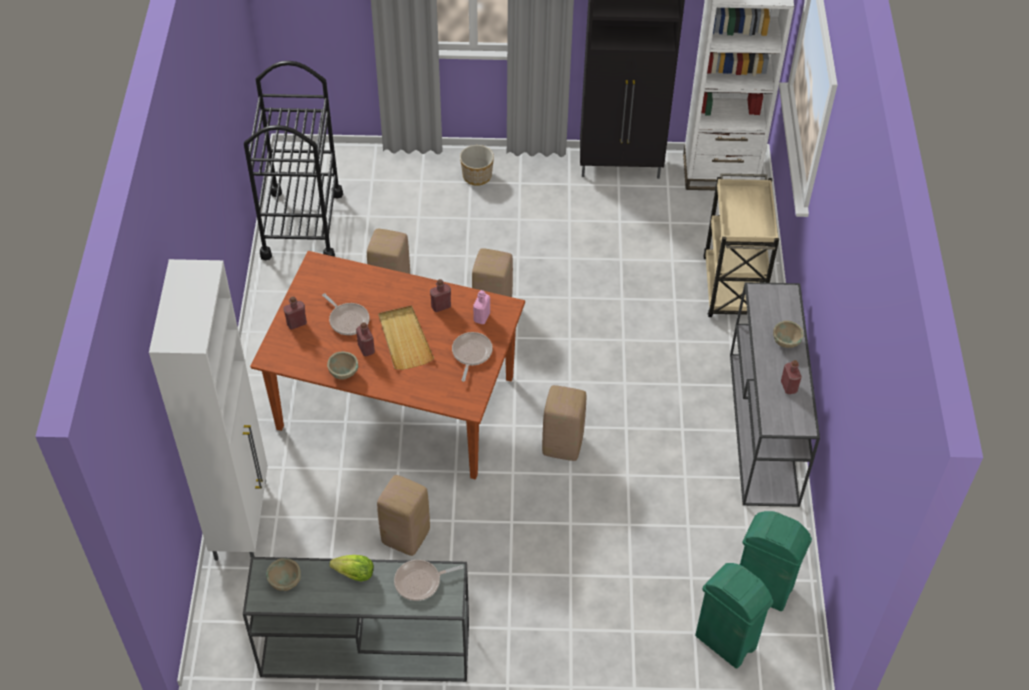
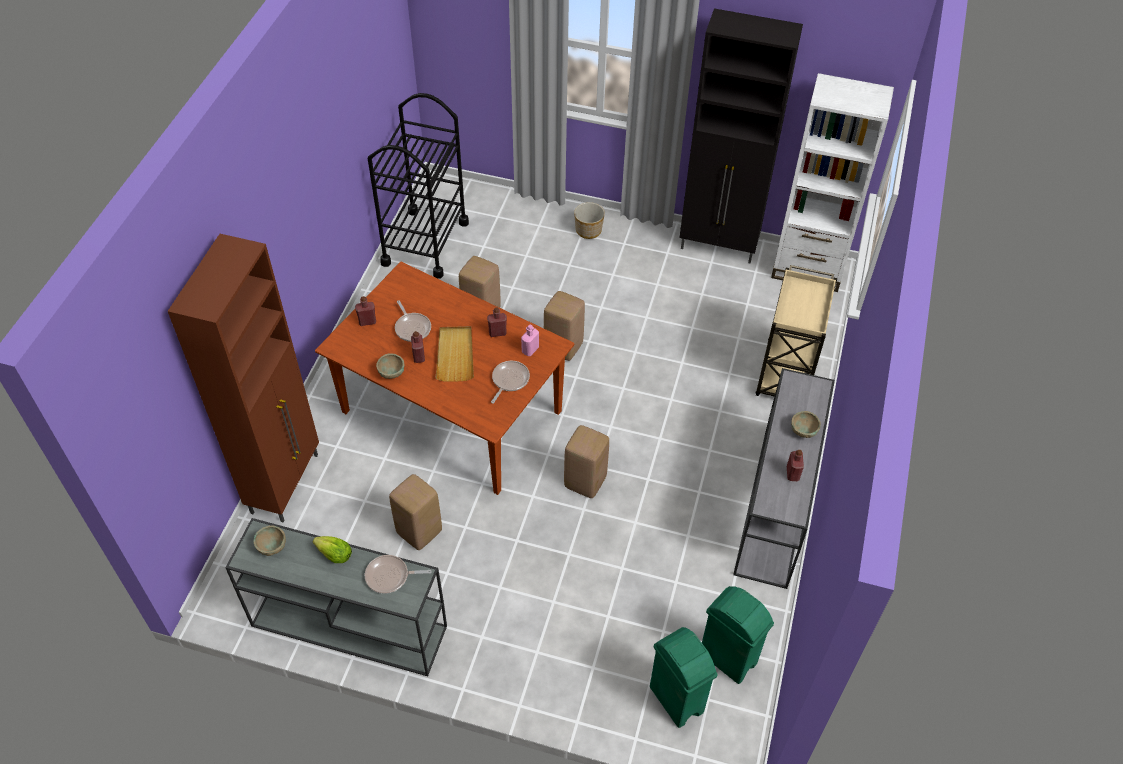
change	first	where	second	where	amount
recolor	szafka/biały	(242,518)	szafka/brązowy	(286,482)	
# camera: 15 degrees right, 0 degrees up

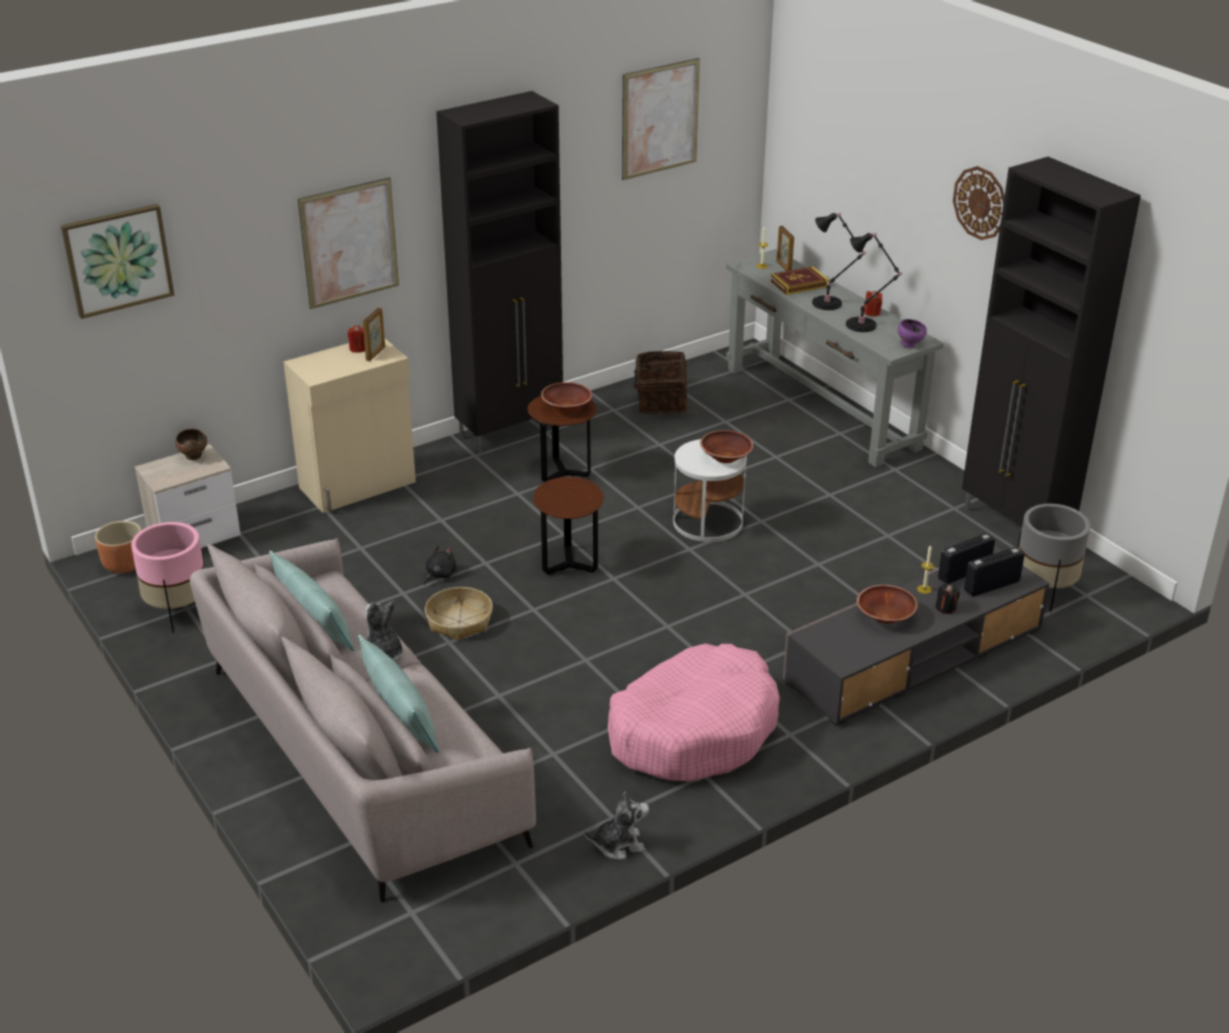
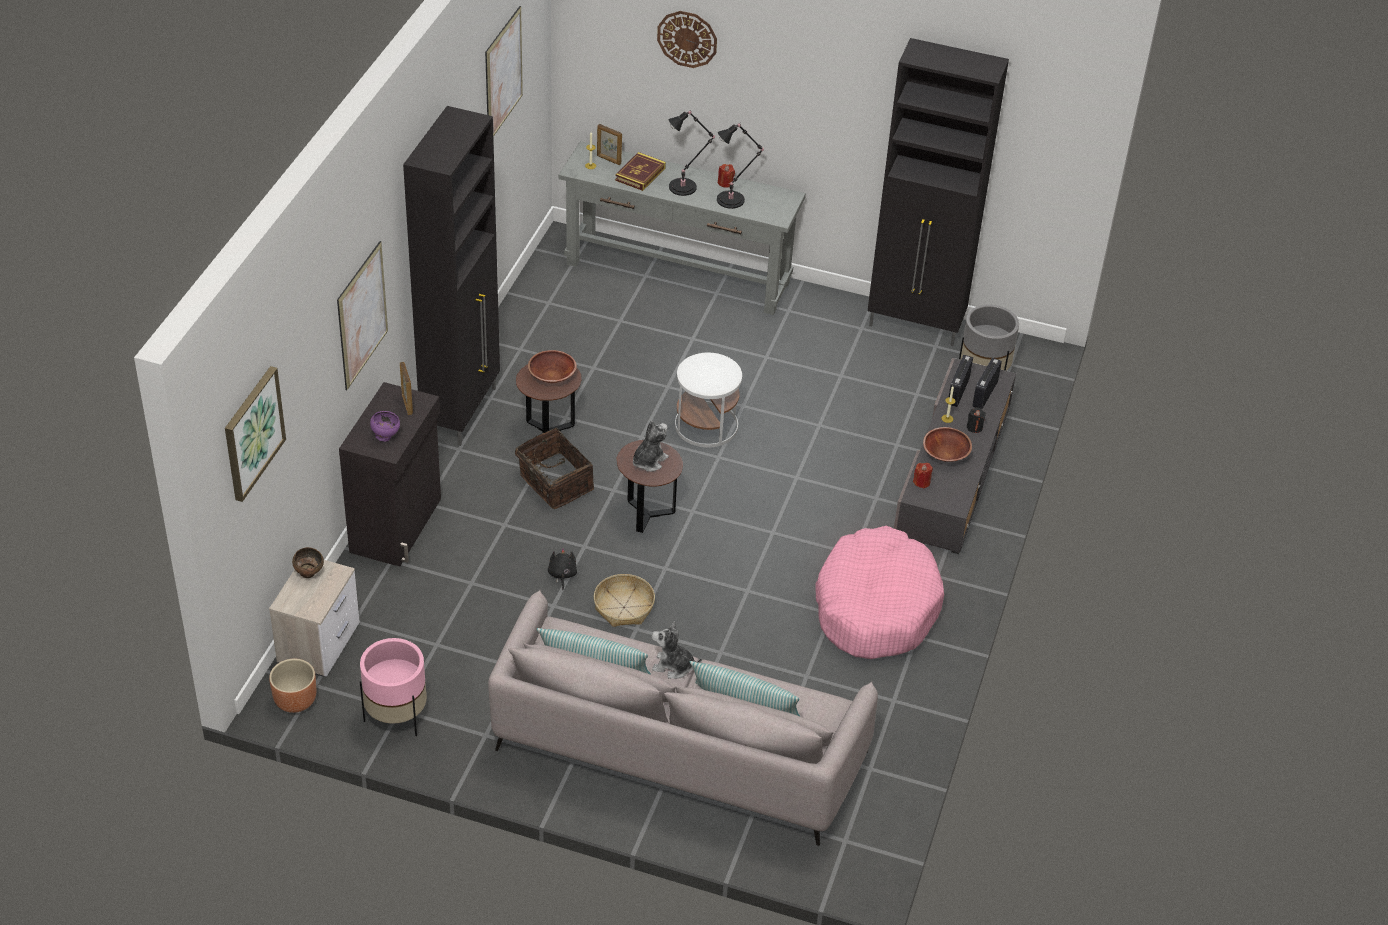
change	first	where	second	where	amount
delete	miska/brązowy	(725,457)			
move	świeca/czerwony	(358,348)		(921,482)	
move	pluszak	(618,844)		(649,461)	
move	koszyk	(660,400)		(554,483)	
move	miska/fioletowy	(910,345)		(385,436)	
move	zegar ścienny	(980,203)		(687,38)	
recolor	szafka/beżowy	(359,485)	szafka/czarny	(397,525)	
# camera: 40 degrees left, 10 degrees up

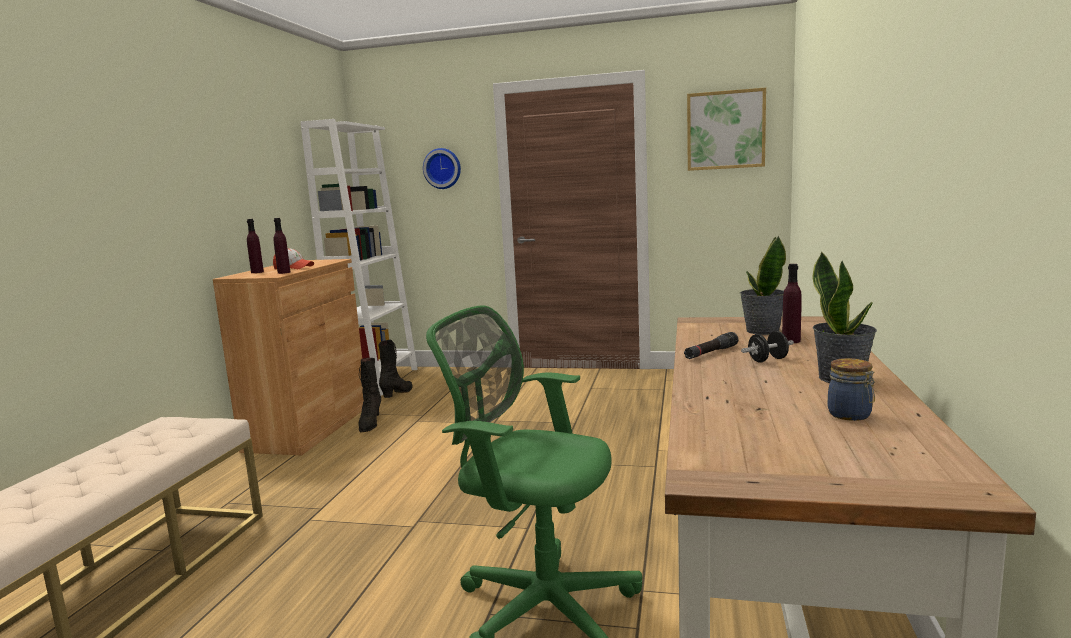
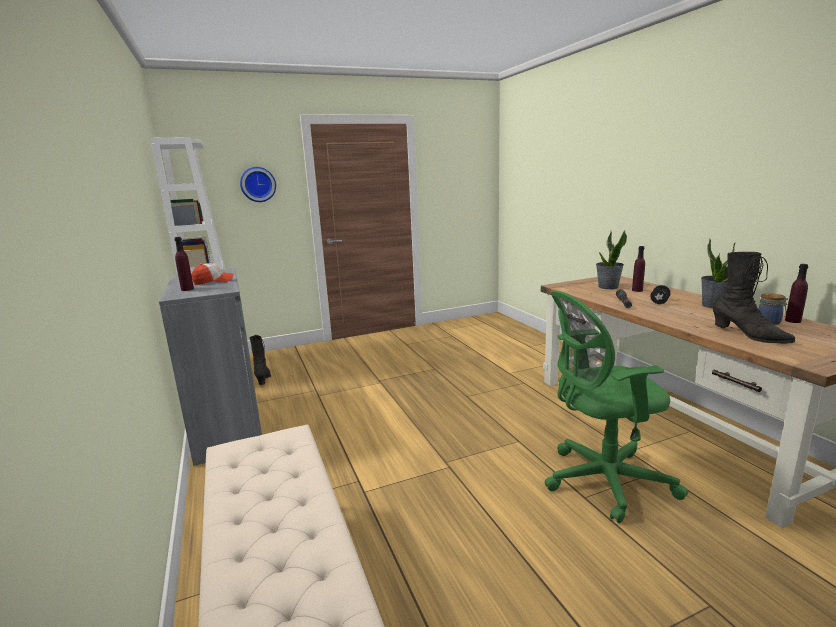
change	first	where	second	where	amount
delete	obraz	(725,130)			
move	butelka/fioletowy	(284,272)		(793,321)	
move	but z cholewką/czarny	(370,424)		(749,335)	
recolor	szafka/brązowy	(308,428)	szafka/szary	(228,426)	
# camera: 35 degrees left, 5 degrees up

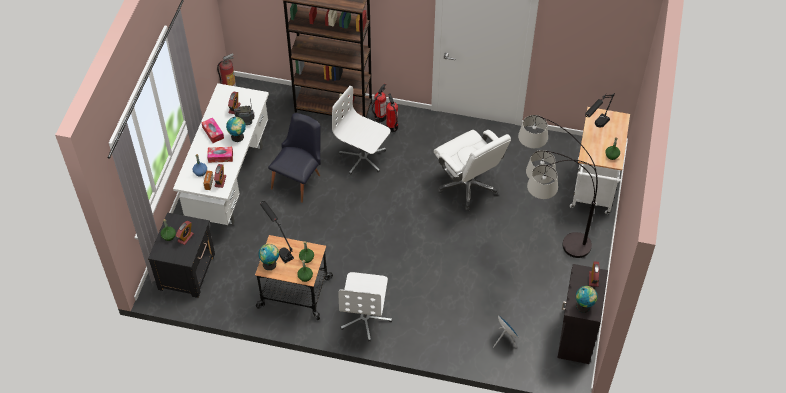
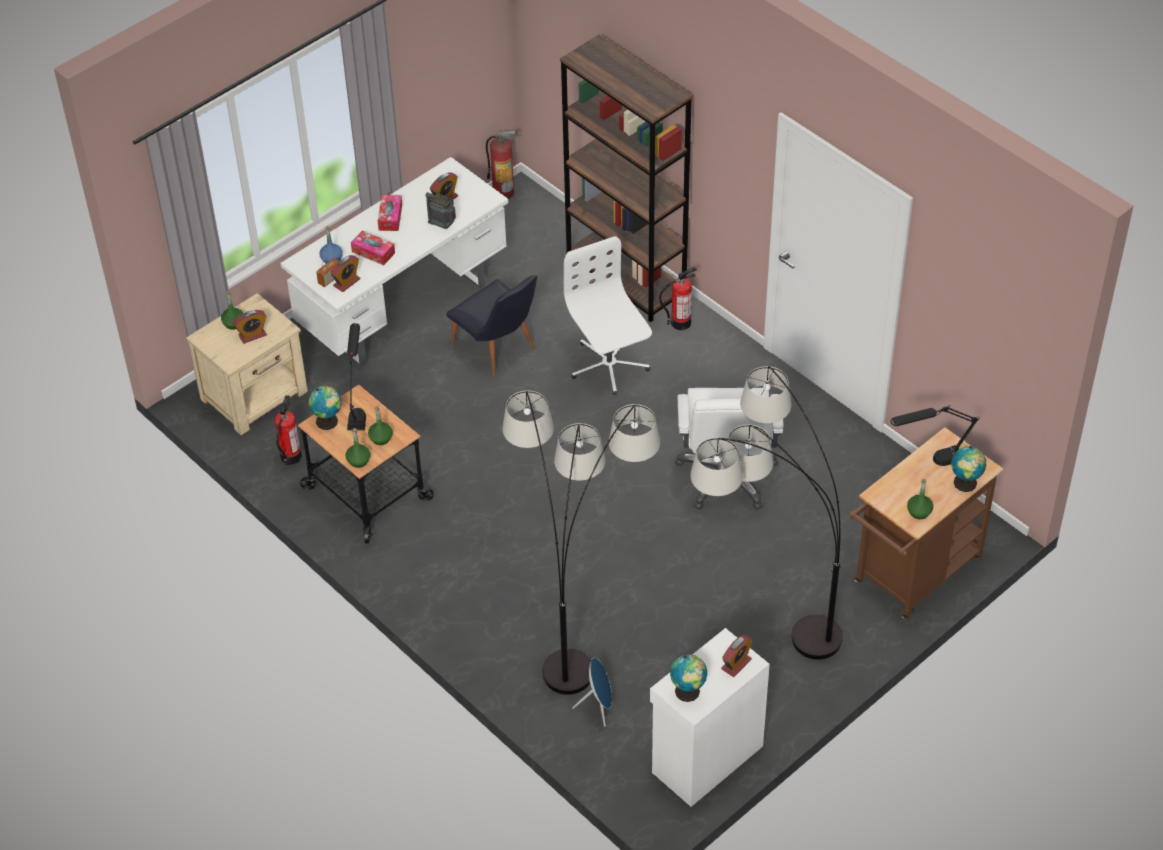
change	first	where	second	where	amount
delete	krzesło biurowe/biały	(365,318)			
insert			lampa stojąca	(579,623)	
move	globus	(238,137)		(965,484)	
move	gaśnica	(392,127)		(290,456)	
recolor	szafka nocna/czarny	(187,271)	szafka nocna/beżowy	(256,395)	
recolor	szafka/czarny	(575,335)	szafka/biały	(705,758)	
recolor	wózek/biały	(593,190)	wózek/brązowy	(912,576)	
rotate	krzesło/czarny	(299,179)		(498,351)	75 degrees clockwise
# camera: 35 degrees right, 5 degrees down

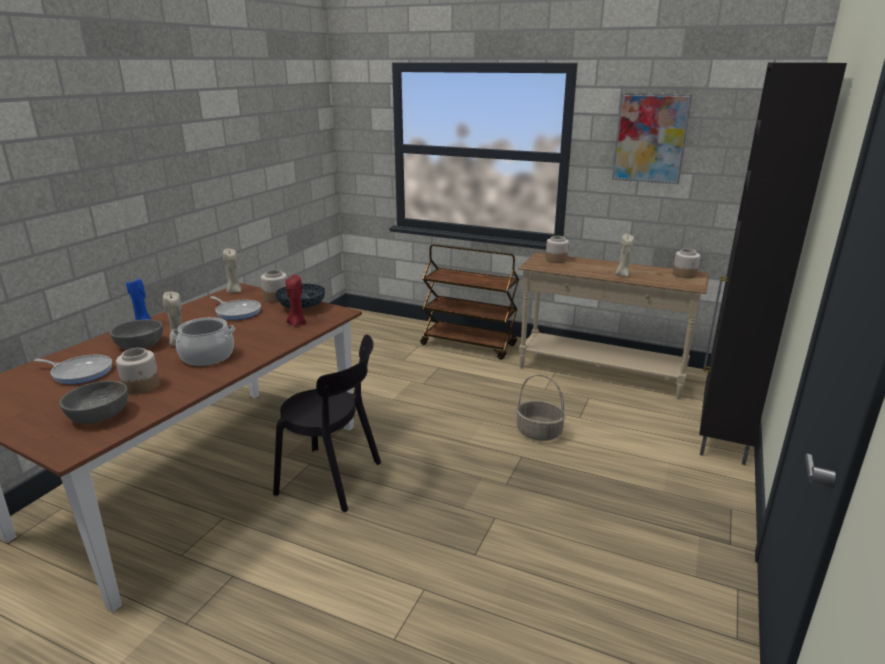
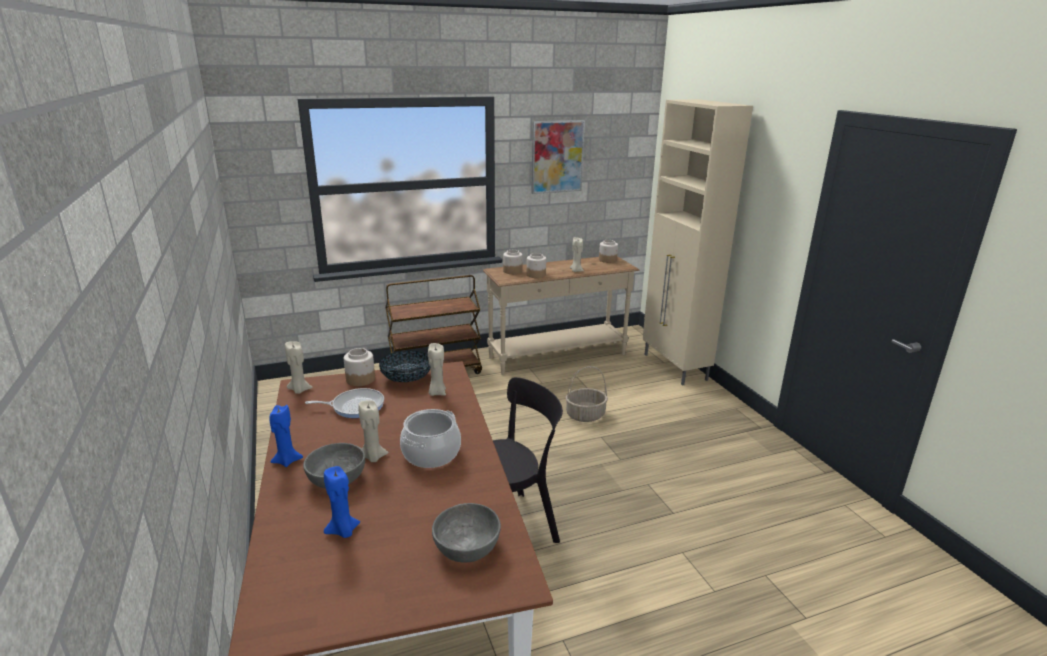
change	first	where	second	where	amount
move	słoik	(141,386)		(536,275)	
replace	patelnia	(80,372)	świeca/niebieski	(343,531)	
recolor	świeca/czerwony	(297,323)	świeca/beżowy	(437,393)	
recolor	szafka/czarny	(722,435)	szafka/beżowy	(675,367)	
# camera: 45 degrees left, 0 degrees up

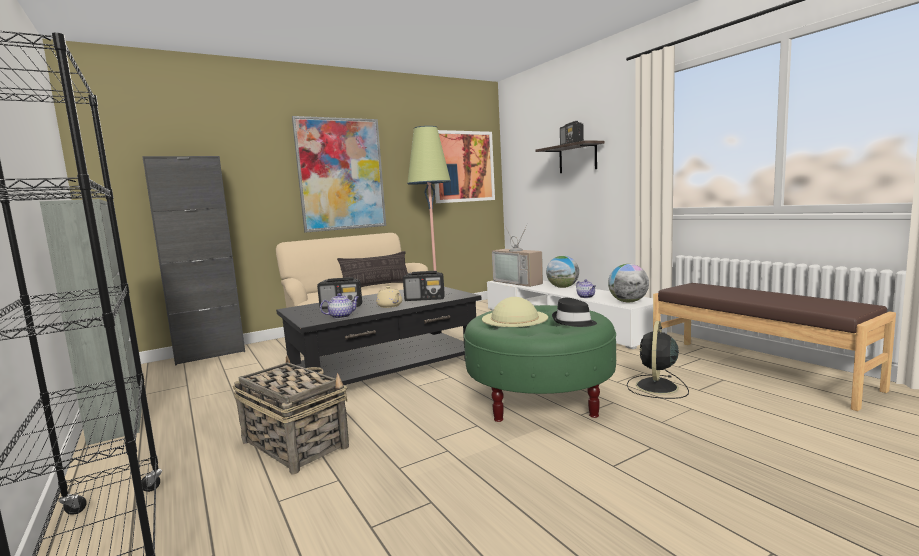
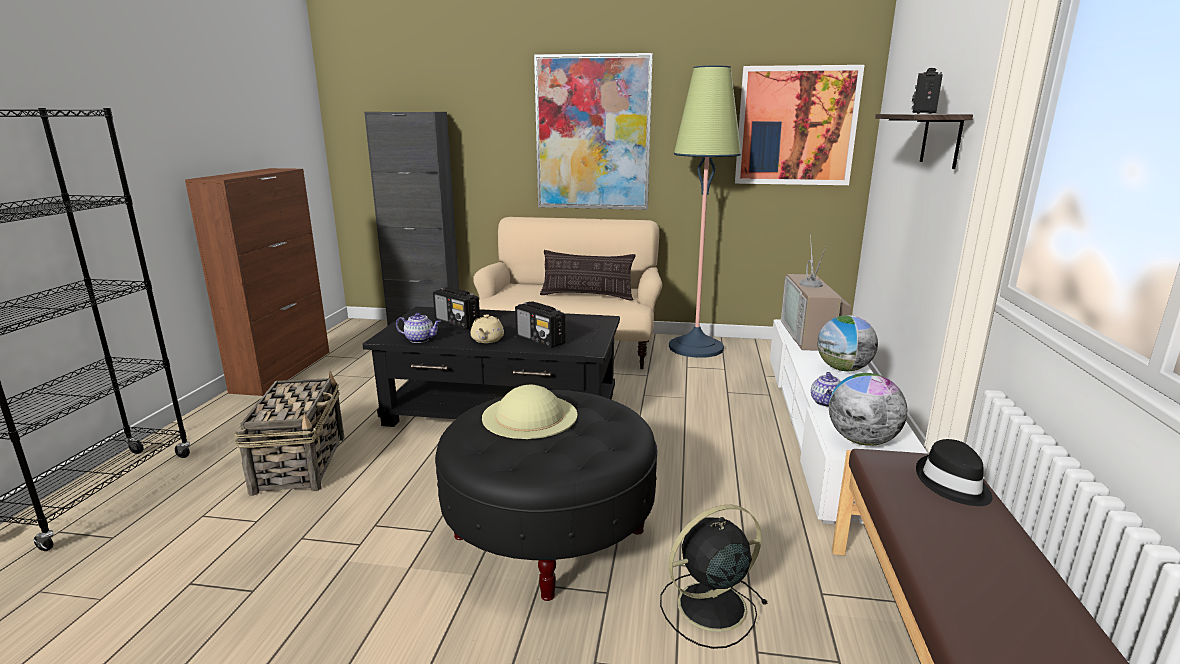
change	first	where	second	where	amount
move	kapelusz/czarny	(573,322)		(952,484)	
recolor	szafka/szary	(119,414)	szafka/brązowy	(283,371)	
recolor	pufa/zielony	(540,398)	pufa/czarny	(549,534)	
# camera: 40 degrees right, 10 degrees up

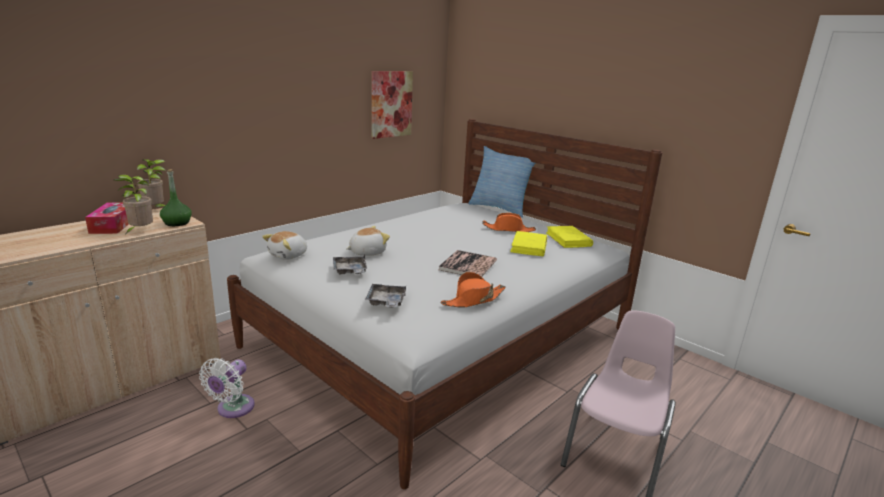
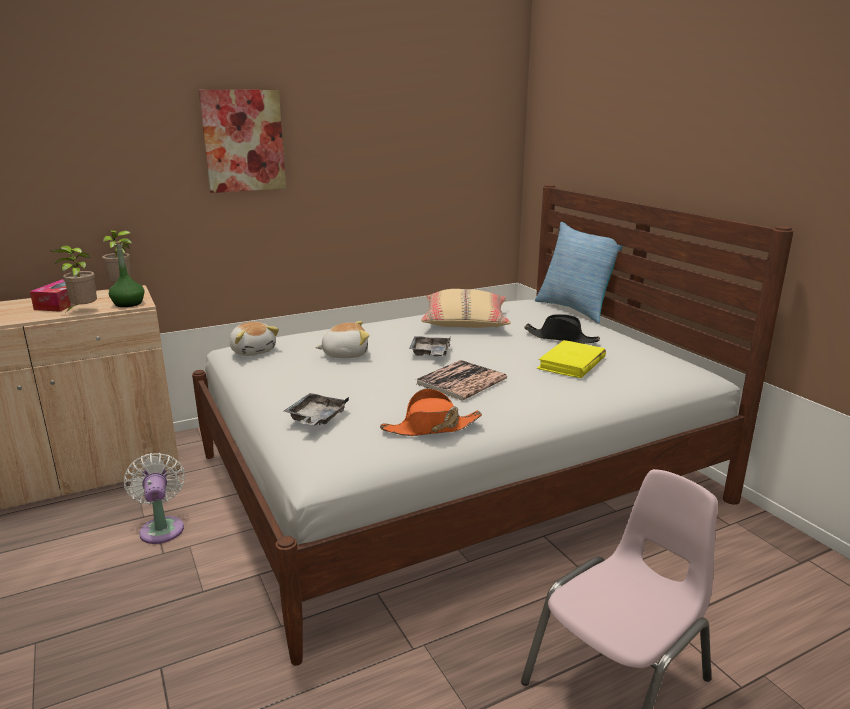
change	first	where	second	where	amount
delete	książka/żółty	(568,239)			
insert			poduszka/beżowy	(465,321)	
move	taca/szary	(350,271)		(430,353)	
move	obraz	(391,104)		(243,141)	
recolor	kapelusz/pomarańczowy	(508,229)	kapelusz/czarny	(561,338)	
rotate	wentylator/biały	(233,409)		(162,527)	120 degrees clockwise
rotate	pluszak	(289,255)		(253,351)	90 degrees counterclockwise
# camera: 20 degrees right, 0 degrees up

